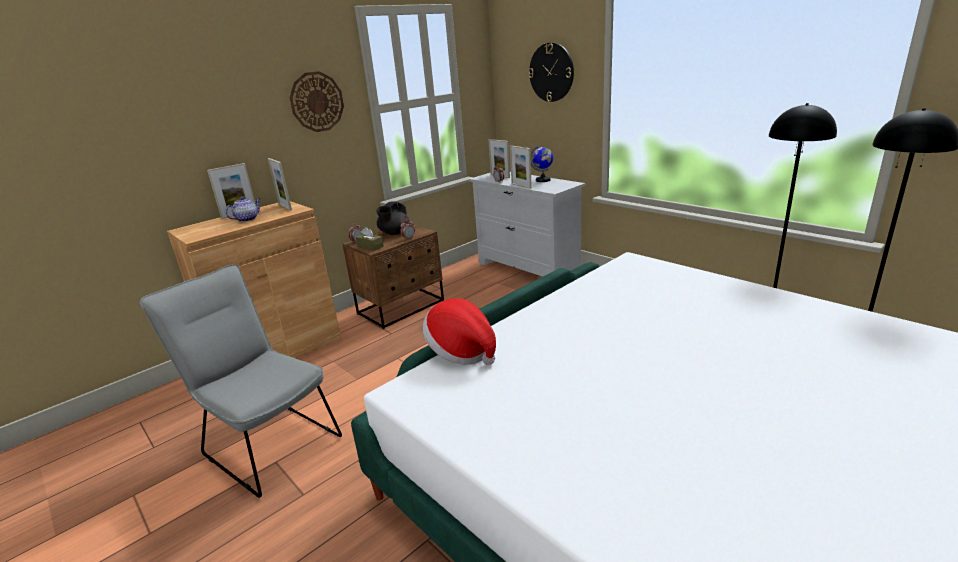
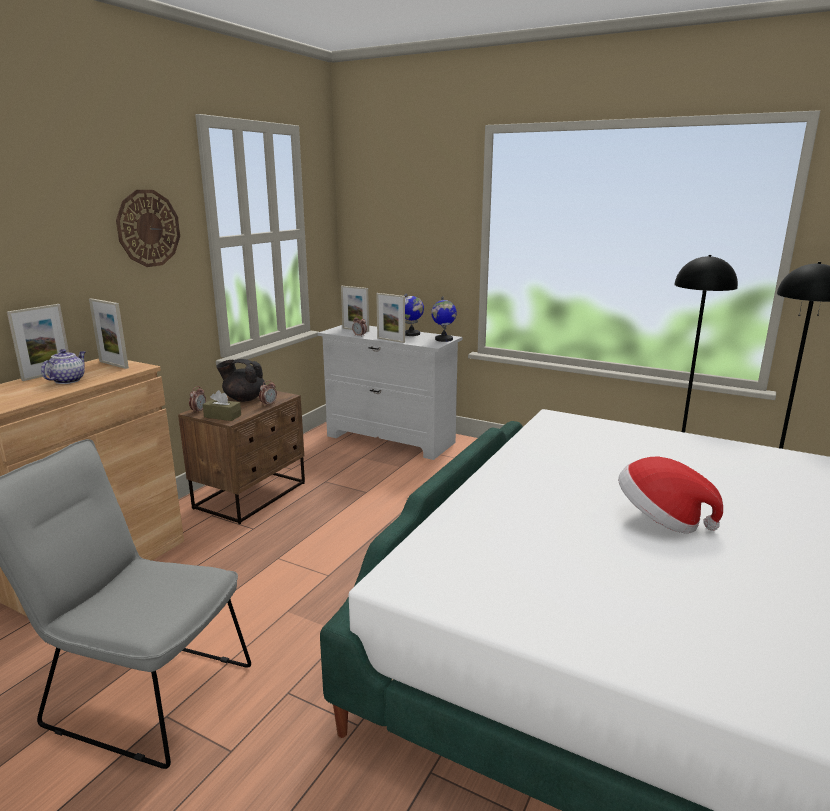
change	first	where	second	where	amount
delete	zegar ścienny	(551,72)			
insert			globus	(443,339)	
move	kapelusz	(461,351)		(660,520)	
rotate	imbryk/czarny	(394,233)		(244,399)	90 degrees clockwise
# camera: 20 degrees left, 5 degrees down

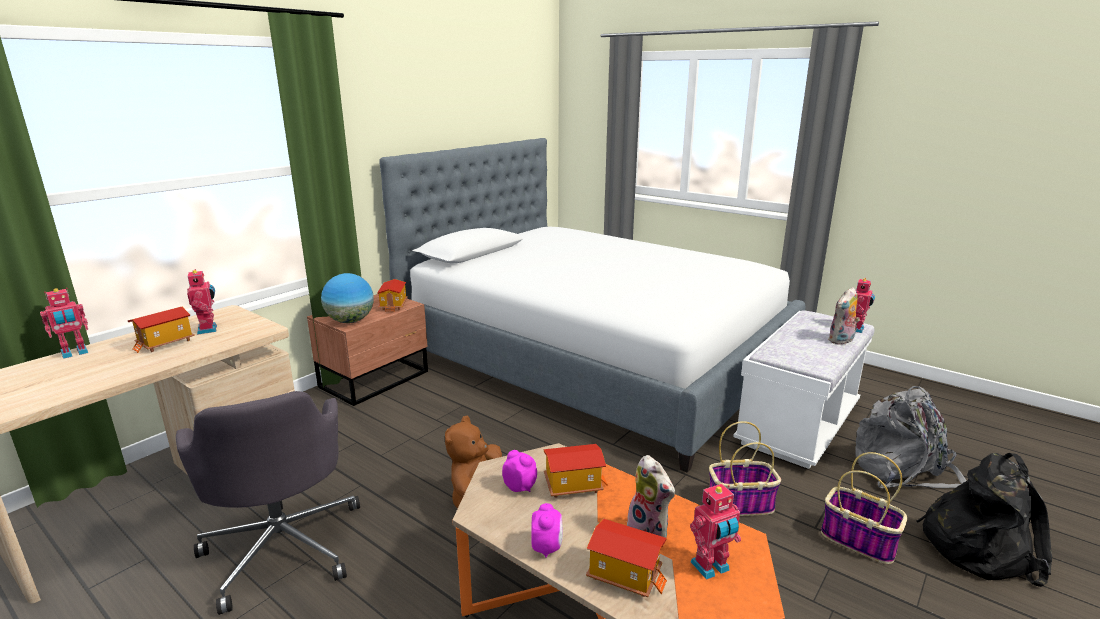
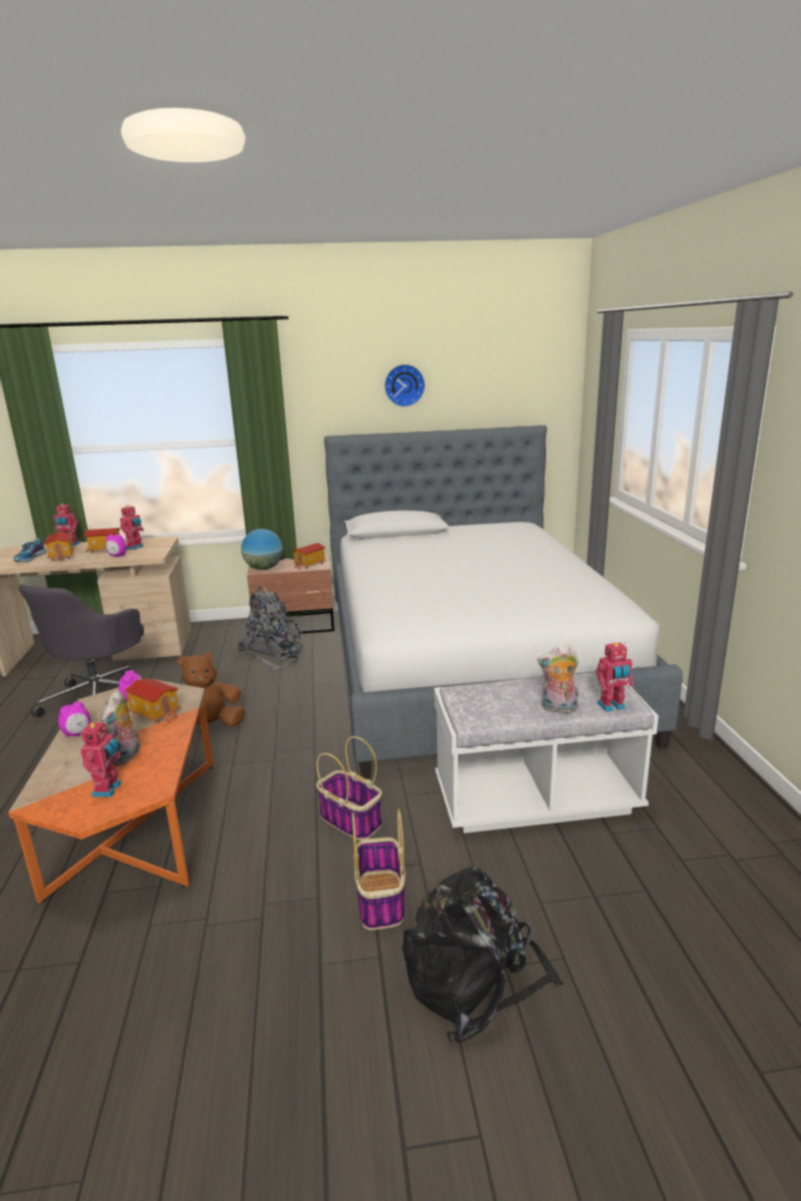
change	first	where	second	where	amount
insert			but	(31,558)	
insert			budzik	(117,556)	
insert			zegar ścienny	(404,385)	
move	domek	(625,574)		(62,556)	
move	plecak/szary	(903,470)		(275,653)	
rotate	robot zabawkowy	(711,568)		(108,789)	105 degrees counterclockwise
# camera: 45 degrees right, 0 degrees up

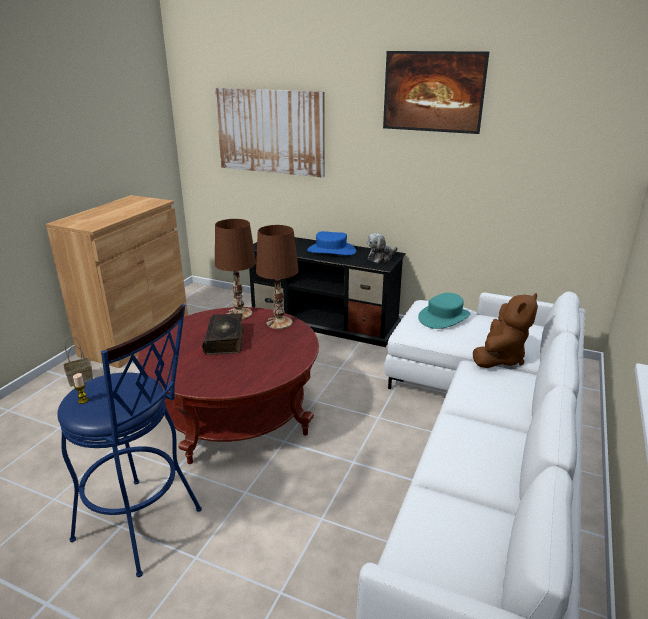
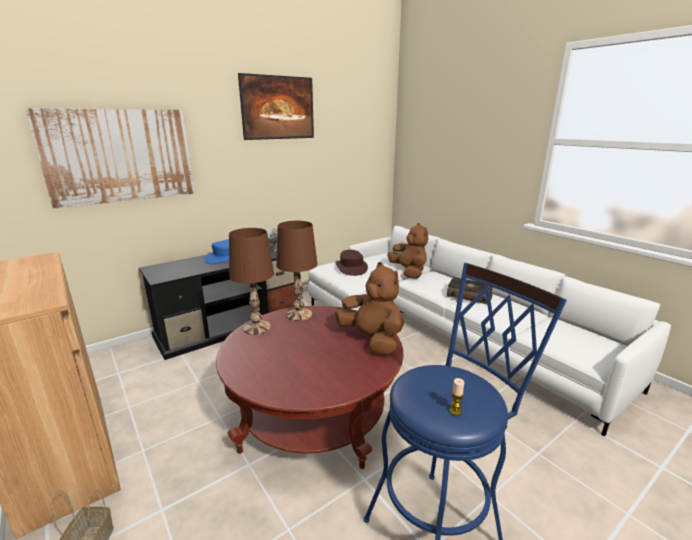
change	first	where	second	where	amount
insert			pluszak/brązowy	(372,340)	
move	książka	(225,340)		(469,296)	
recolor	kapelusz/turkusowy	(444,317)	kapelusz/brązowy	(351,267)	
# camera: 60 degrees left, 5 degrees down

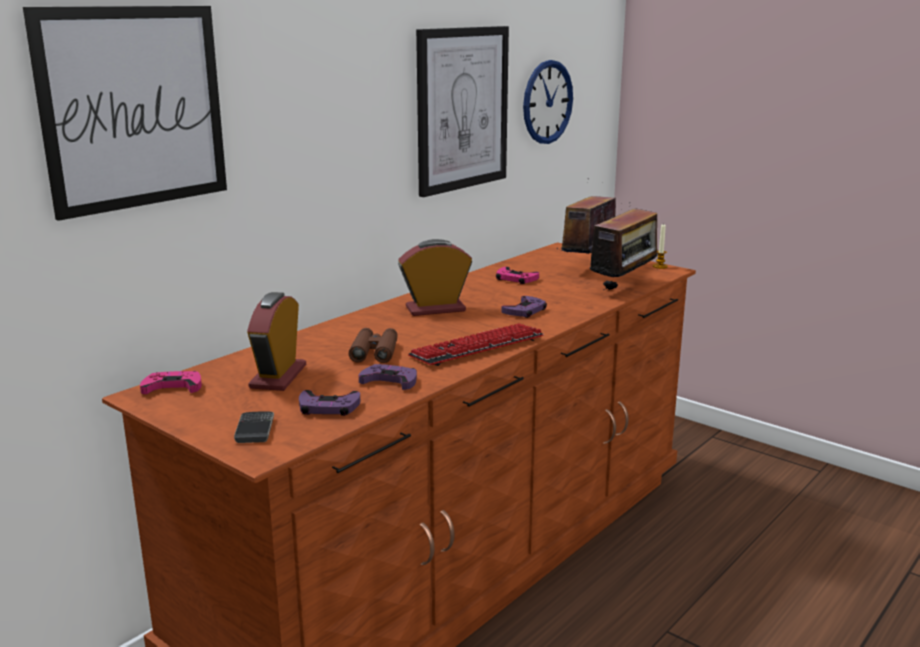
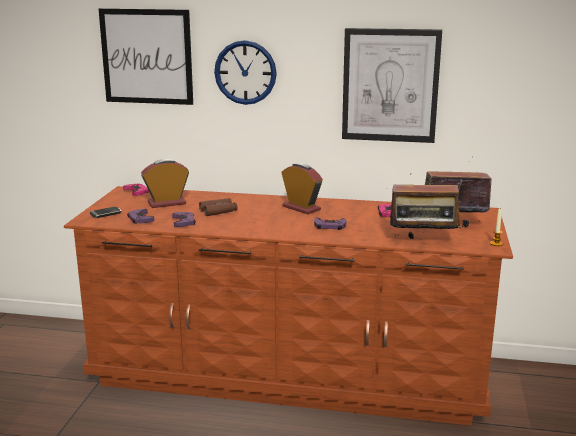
change	first	where	second	where	amount
delete	klawiatura	(477,347)			
move	zegar ścienny	(547,102)		(245,72)	
# camera: 60 degrees right, 0 degrees up

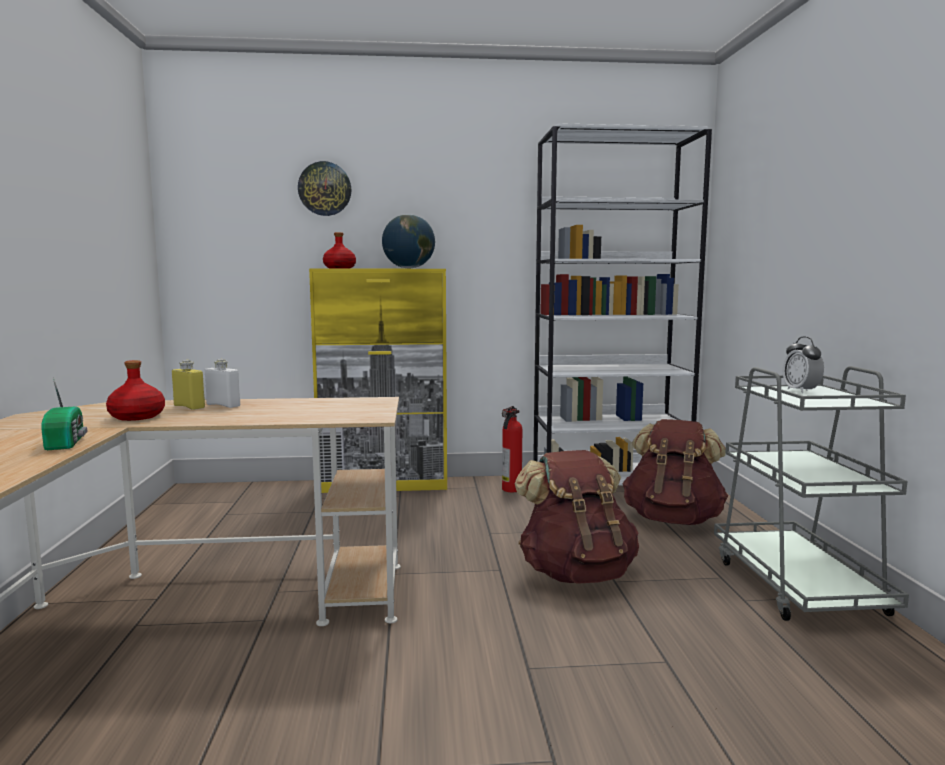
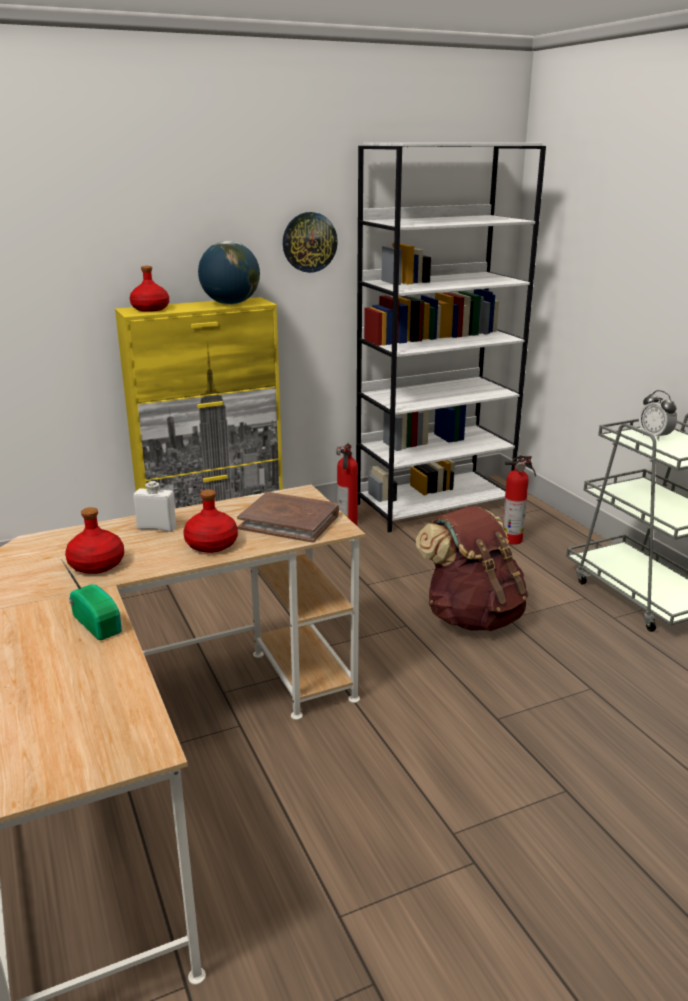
change	first	where	second	where	amount
delete	butelka/żółty	(189,407)			
insert			butelka/czerwony	(212,544)	
insert			książka/brązowy	(289,521)	
move	zegar ścienny	(325,189)		(309,242)	
replace	plecak/brązowy	(673,519)	gaśnica	(513,539)	
# camera: 20 degrees left, 15 degrees up

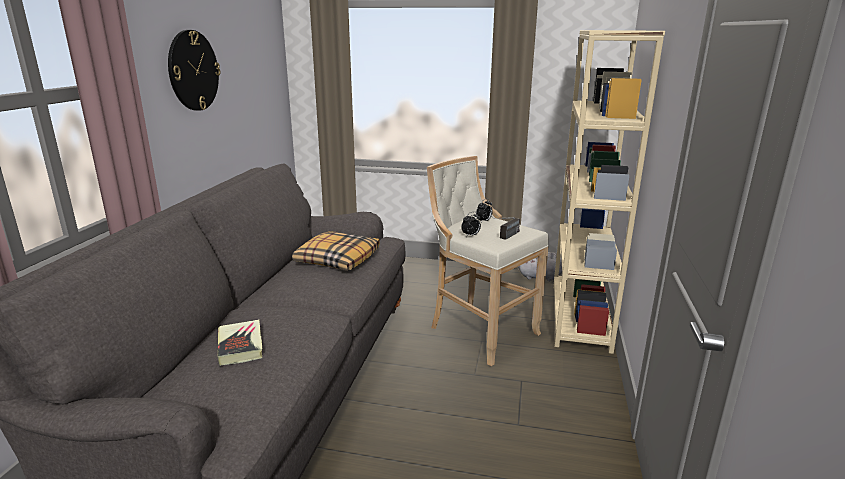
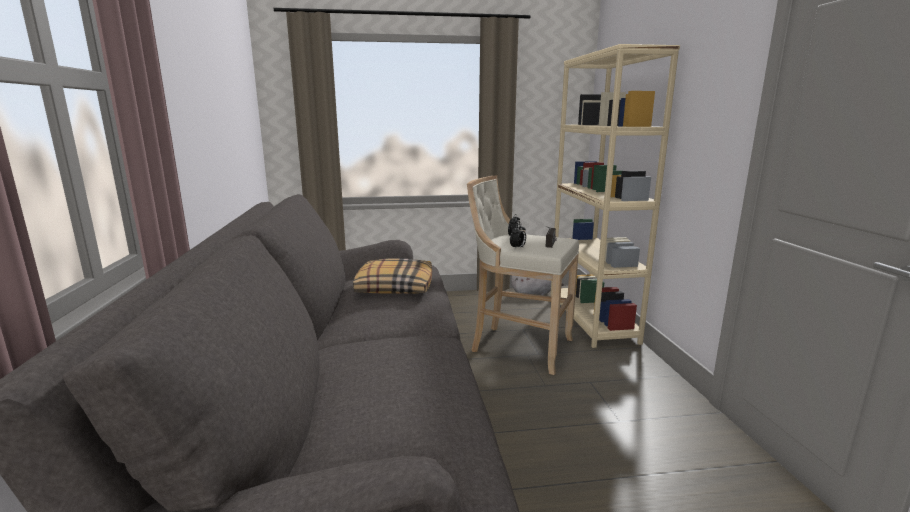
change	first	where	second	where	amount
delete	zegar ścienny	(193,71)			
delete	książka	(240,346)			
# camera: 20 degrees left, 5 degrees down

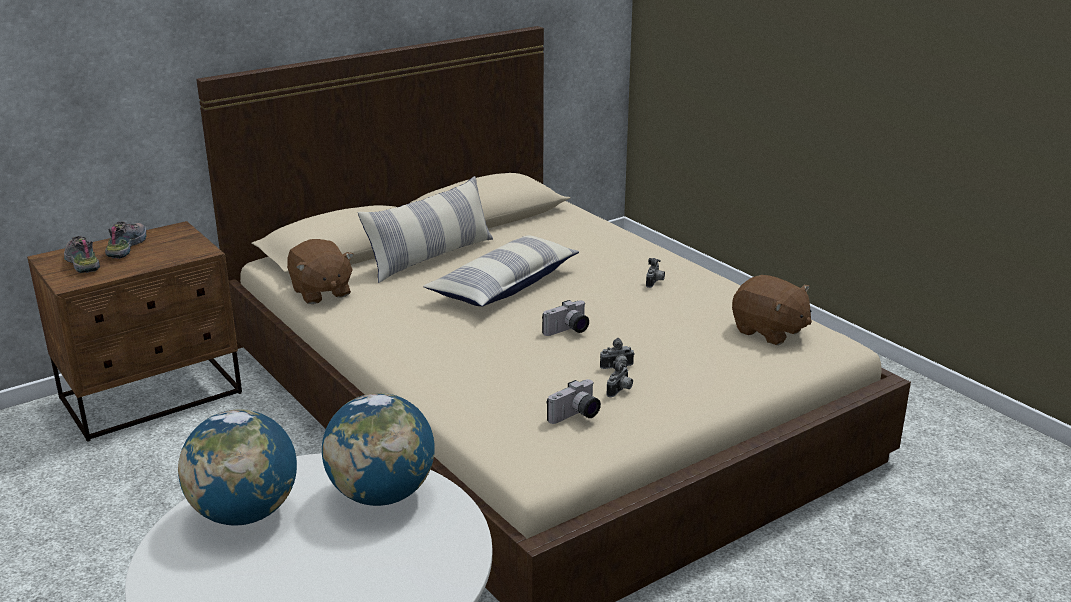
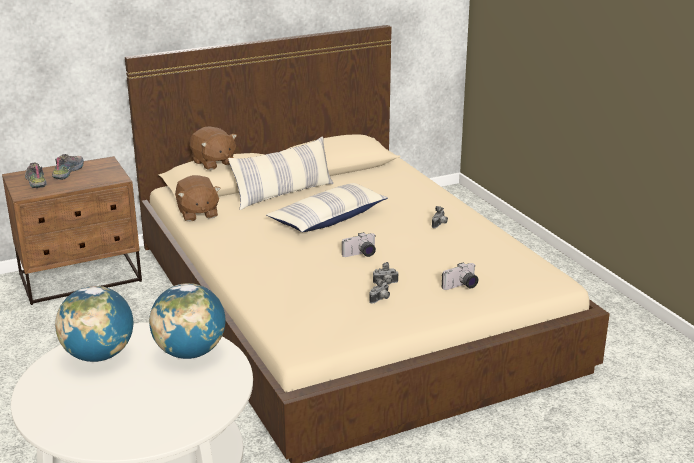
change	first	where	second	where	amount
move	aparat fotograficzny	(576,416)		(461,286)	
move	pluszak/brązowy	(769,331)		(213,163)	
# camera: 10 degrees right, 0 degrees up

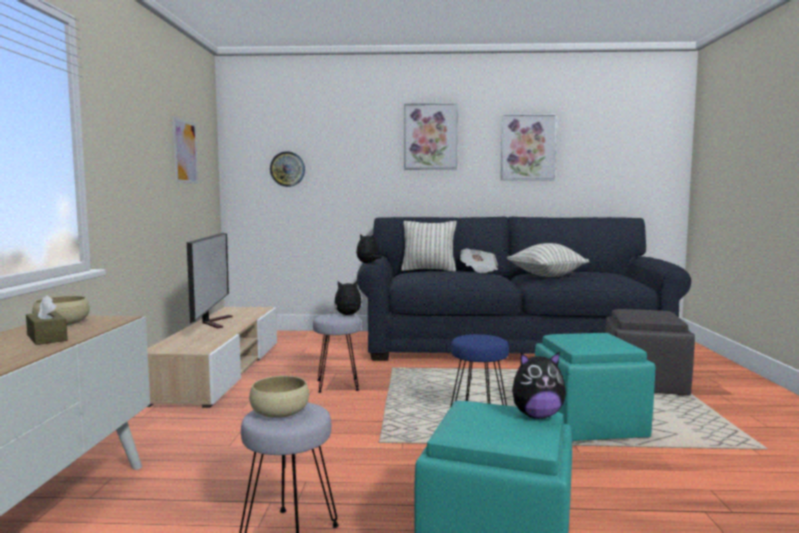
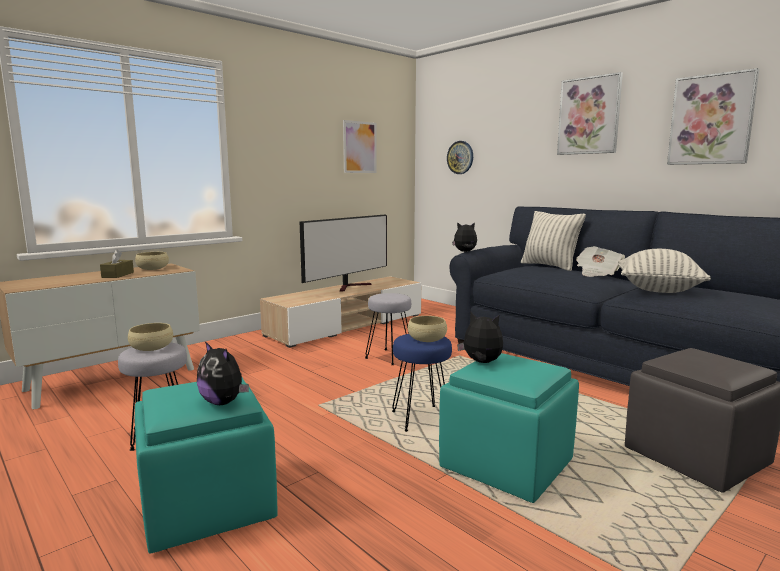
change	first	where	second	where	amount
insert			miska/beżowy	(427,339)	
move	pluszak	(348,315)		(481,362)	
# camera: 45 degrees right, 5 degrees up

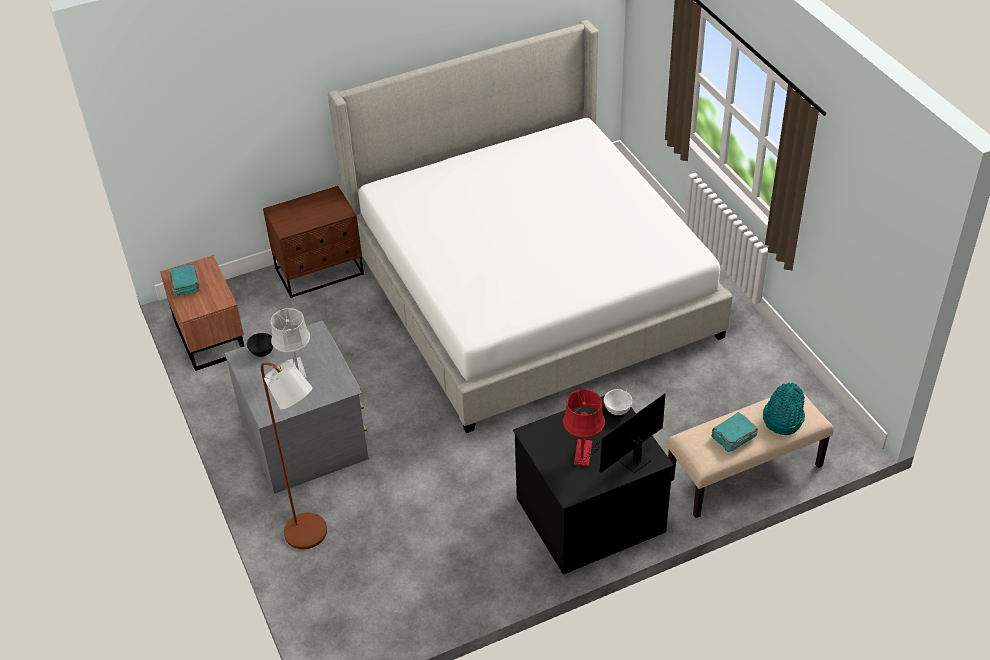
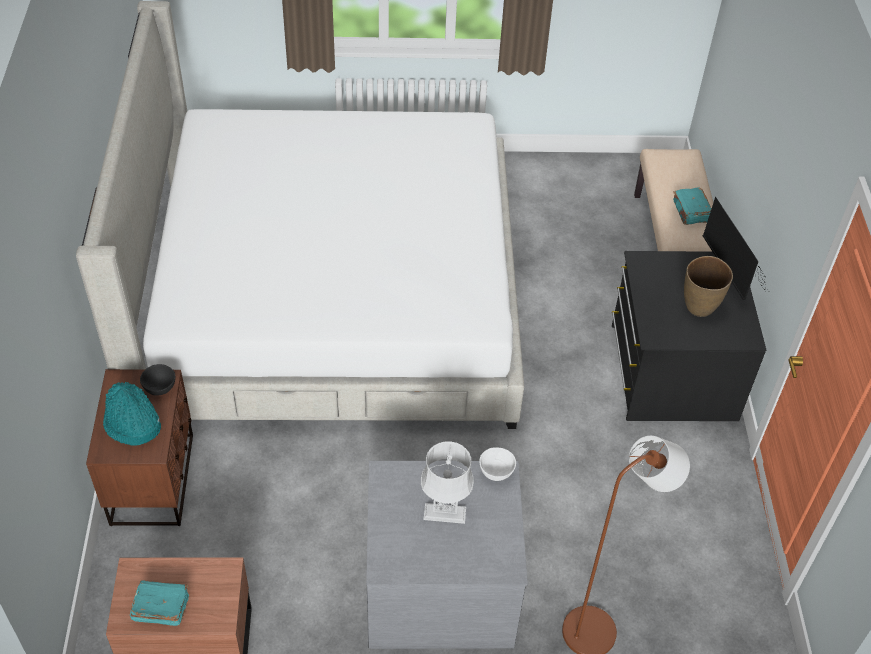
change	first	where	second	where	amount
move	miska/czarny	(262,353)		(160,389)	
move	miska/biały	(617,410)		(495,472)	
move	kapelusz/turkusowy	(782,418)		(132,425)	
replace	lampa stołowa/czerwony	(583,453)	wazon/brązowy	(699,308)	
# camera: 70 degrees left, 5 degrees up

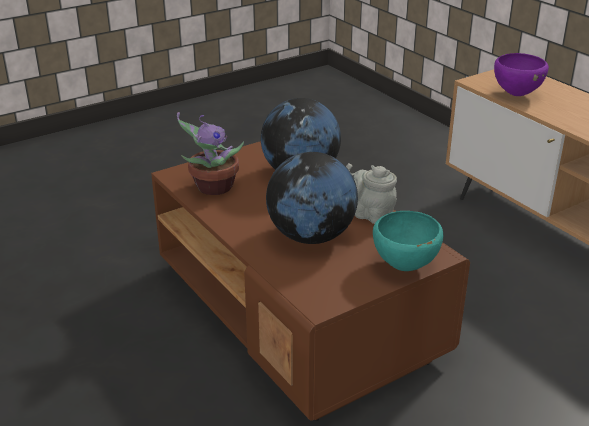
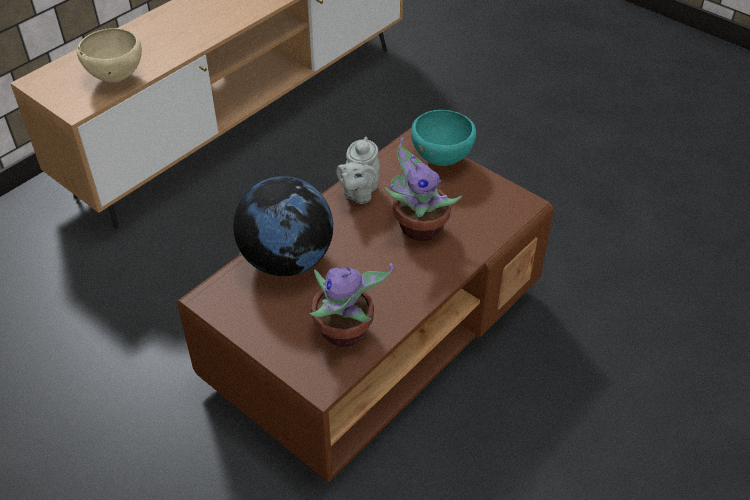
change	first	where	second	where	amount
replace	globus	(311,236)	roślina doniczkowa	(417,227)	
recolor	miska/fioletowy	(516,94)	miska/beżowy	(116,79)	
# camera: 105 degrees left, 15 degrees up

